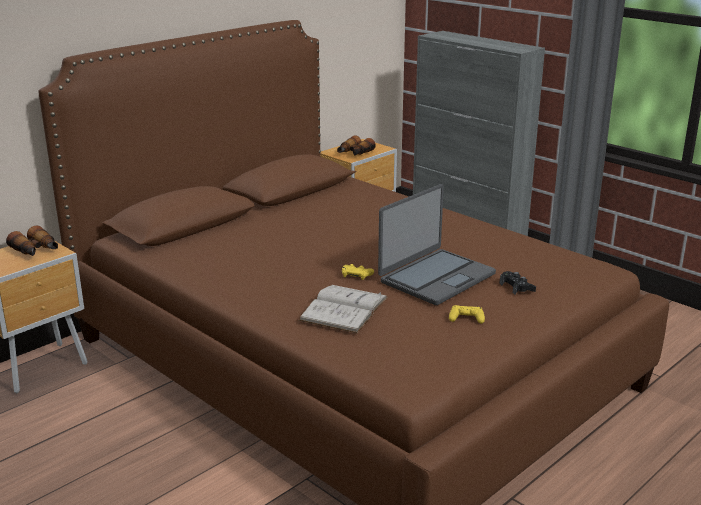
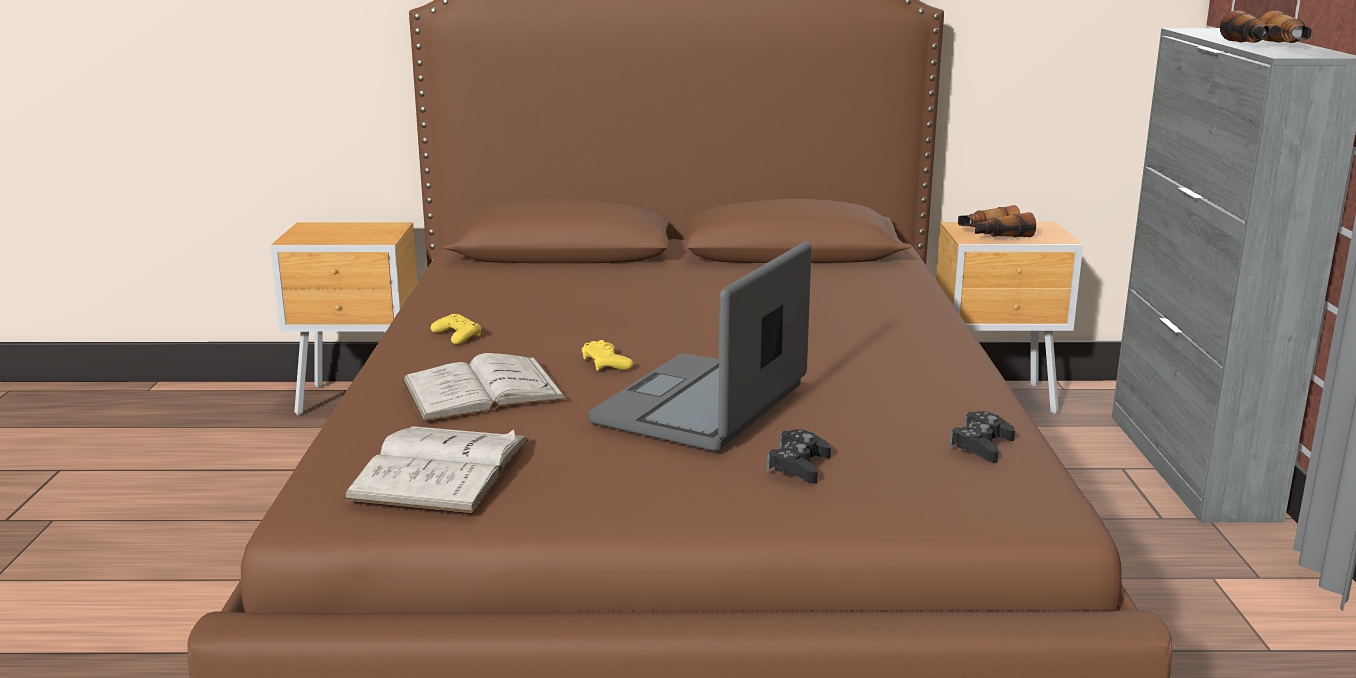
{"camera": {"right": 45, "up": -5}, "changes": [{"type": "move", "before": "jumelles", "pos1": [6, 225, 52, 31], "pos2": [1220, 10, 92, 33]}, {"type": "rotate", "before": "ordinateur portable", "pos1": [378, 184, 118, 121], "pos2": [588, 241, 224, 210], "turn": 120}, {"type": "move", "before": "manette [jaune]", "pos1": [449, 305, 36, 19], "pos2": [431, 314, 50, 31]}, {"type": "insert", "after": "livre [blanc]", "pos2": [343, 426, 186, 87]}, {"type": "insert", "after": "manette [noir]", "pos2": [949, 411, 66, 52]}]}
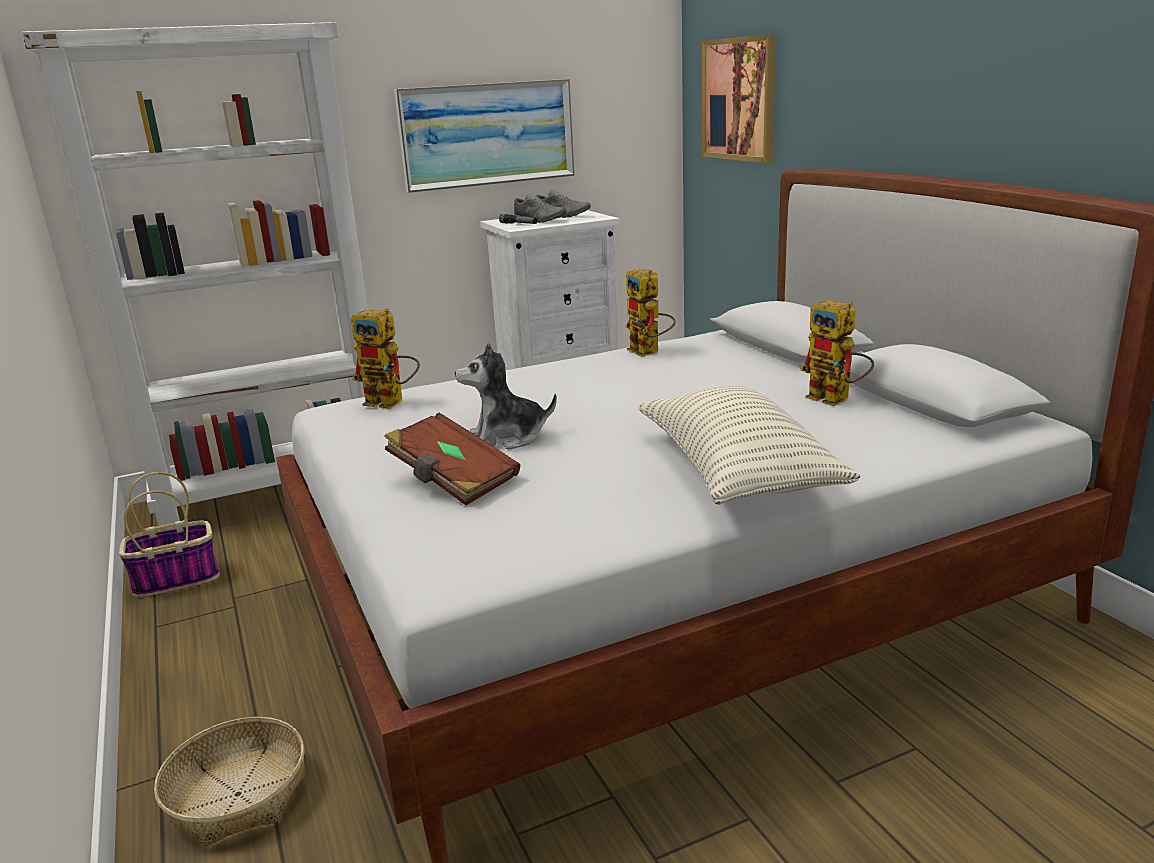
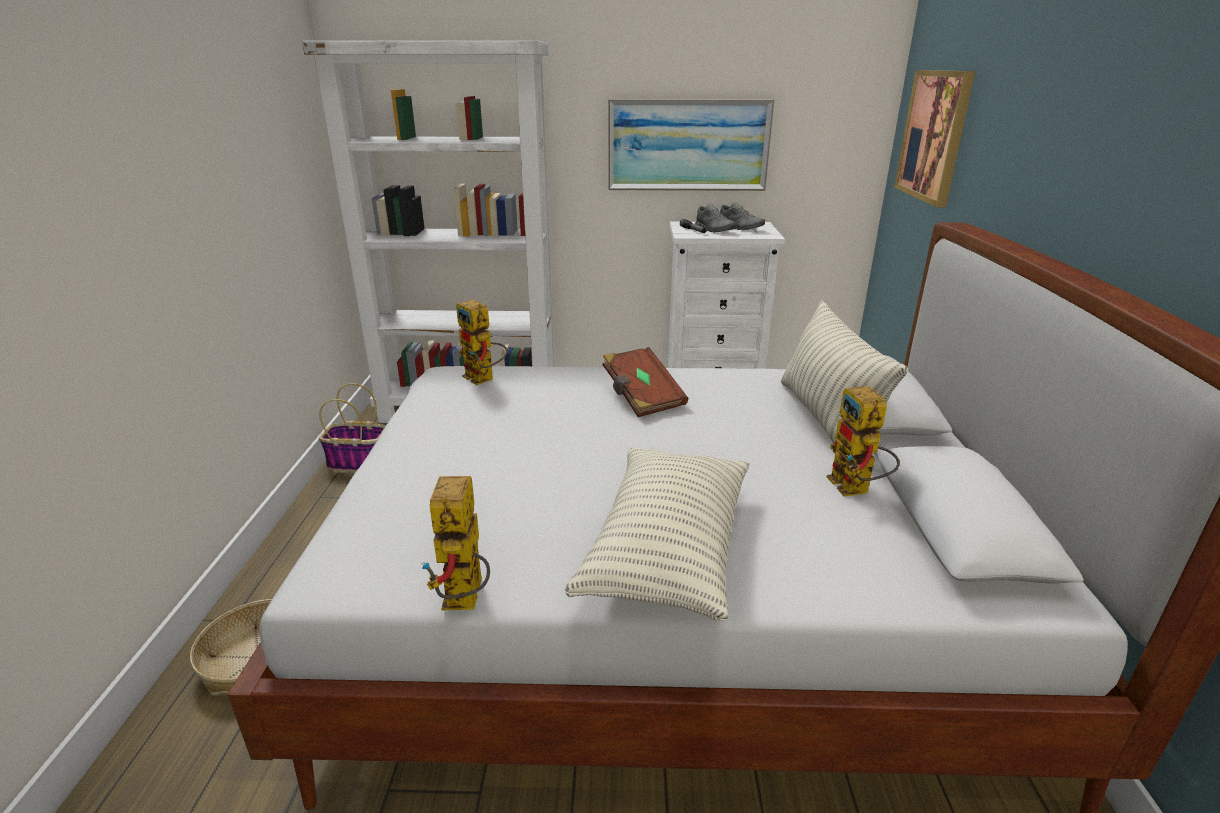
{"camera": {"right": 25, "up": 5}, "changes": [{"type": "move", "before": "livre [marron]", "pos1": [384, 413, 136, 92], "pos2": [603, 347, 85, 70]}, {"type": "delete", "before": "peluche", "pos1": [455, 343, 102, 107]}, {"type": "move", "before": "robot jouet", "pos1": [626, 269, 50, 88], "pos2": [421, 476, 69, 134]}, {"type": "insert", "after": "coussin", "pos2": [781, 301, 127, 143]}]}
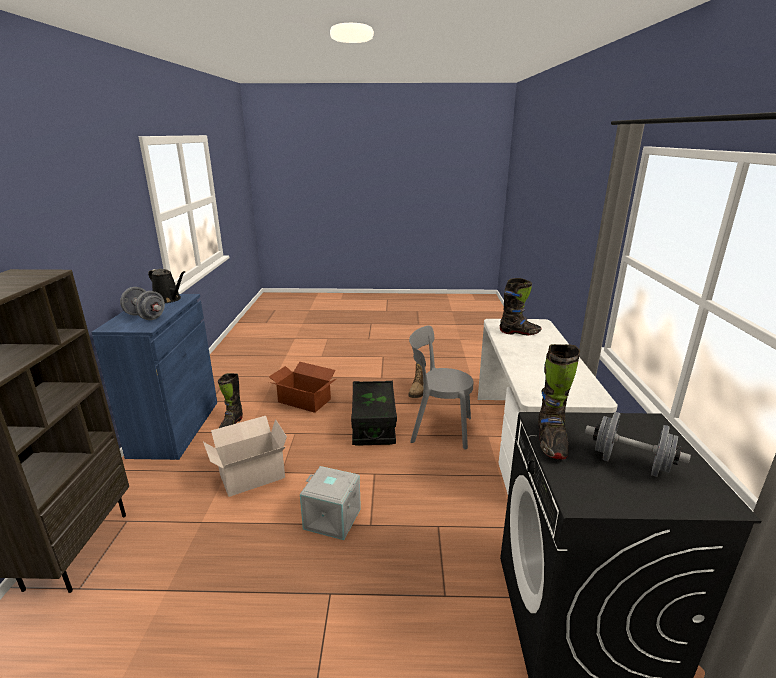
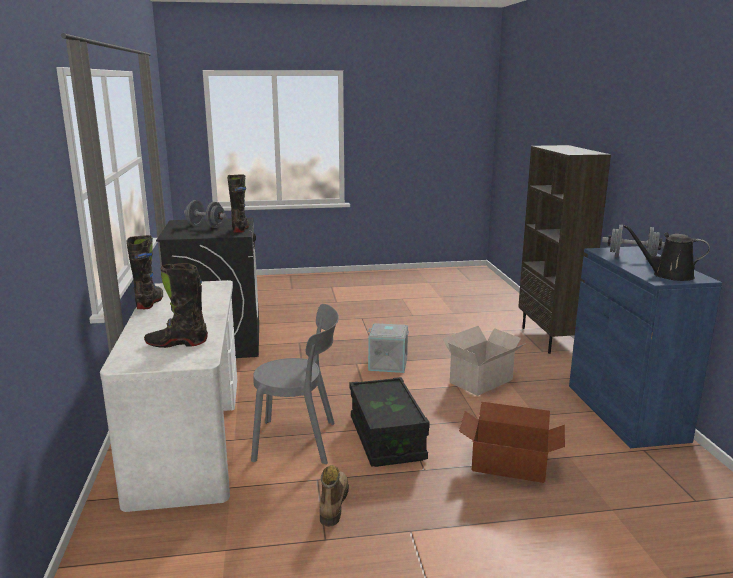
{"camera": {"right": 170, "up": -5}, "changes": [{"type": "move", "before": "botte [noir]", "pos1": [218, 373, 25, 55], "pos2": [126, 235, 37, 74]}]}
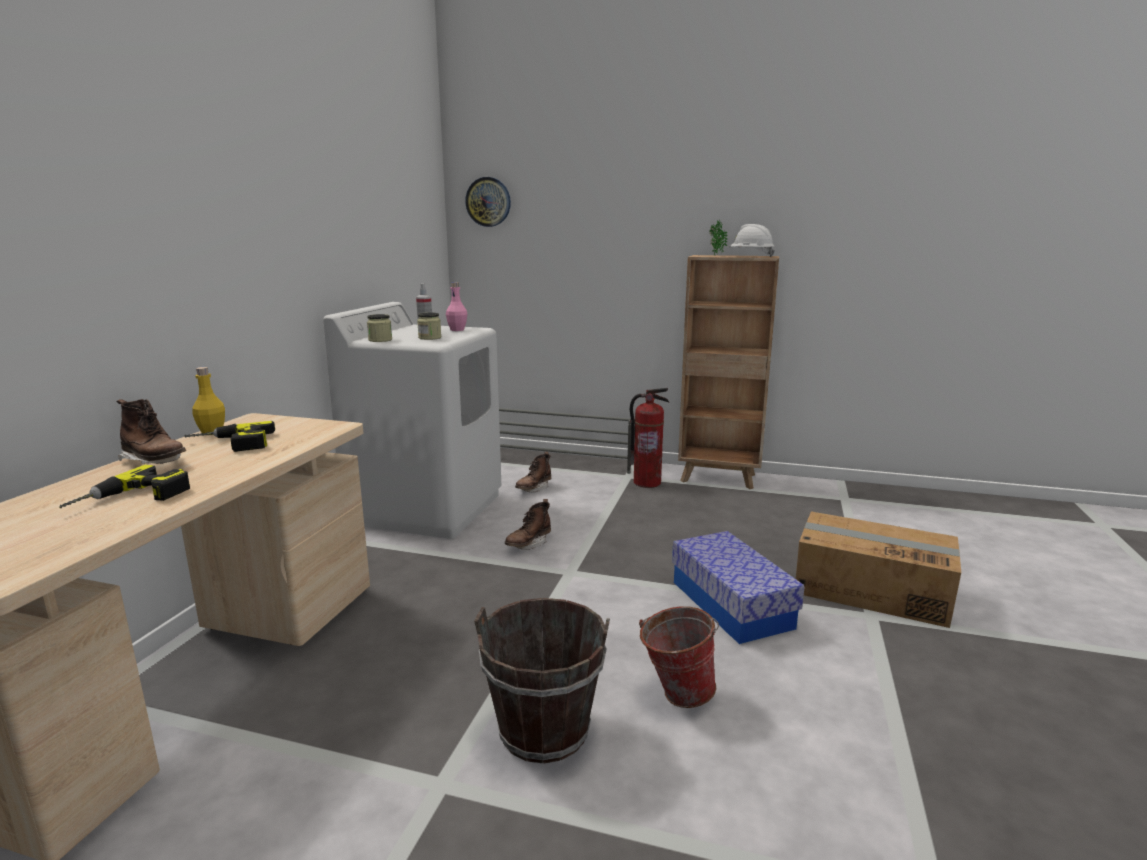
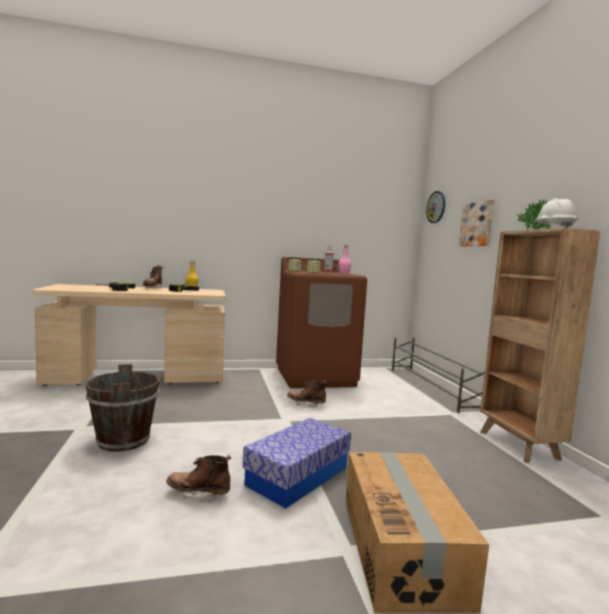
{"camera": {"right": 60, "up": -10}, "changes": [{"type": "recolor", "before": "lave-linge [blanc]", "after": "lave-linge [marron]", "pos1": [323, 302, 178, 237], "pos2": [276, 257, 91, 131]}, {"type": "move", "before": "botte [marron]", "pos1": [515, 452, 36, 40], "pos2": [166, 455, 65, 48]}, {"type": "delete", "before": "extincteur", "pos1": [629, 388, 40, 100]}, {"type": "delete", "before": "seau", "pos1": [639, 606, 80, 102]}, {"type": "insert", "after": "tableau", "pos2": [459, 200, 35, 46]}]}
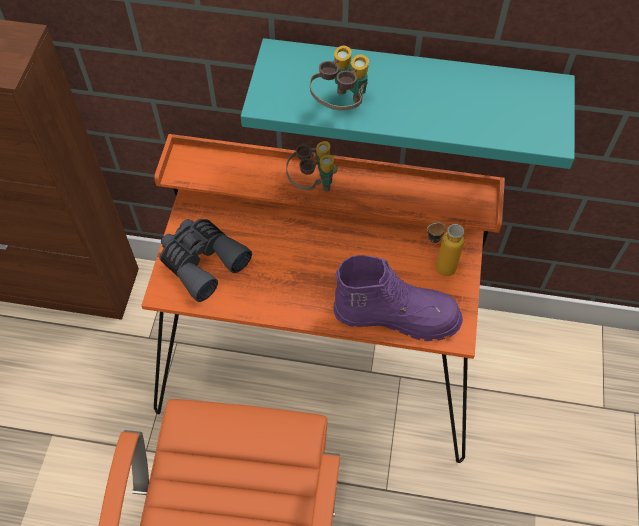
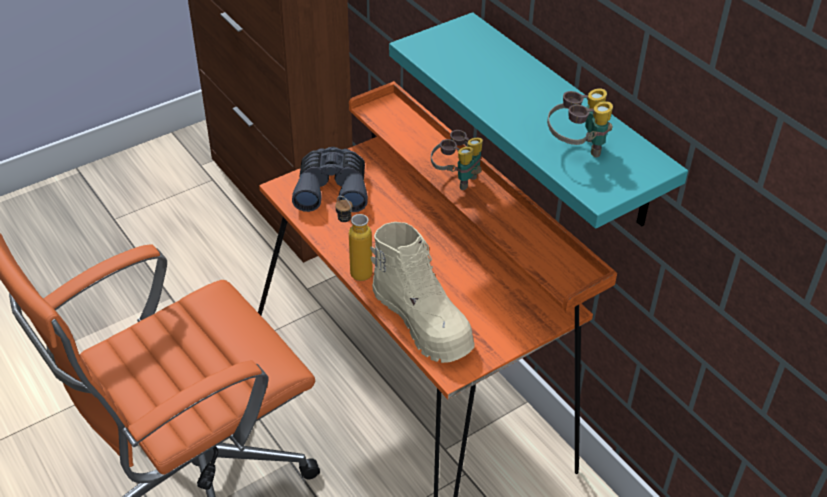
{"camera": {"right": 45, "up": -15}, "changes": [{"type": "move", "before": "jumelles", "pos1": [310, 46, 59, 65], "pos2": [547, 88, 66, 69]}, {"type": "recolor", "before": "botte [violet]", "after": "botte [beige]", "pos1": [333, 255, 130, 86], "pos2": [370, 222, 105, 141]}, {"type": "move", "before": "bouteille", "pos1": [427, 222, 37, 54], "pos2": [335, 196, 38, 85]}]}
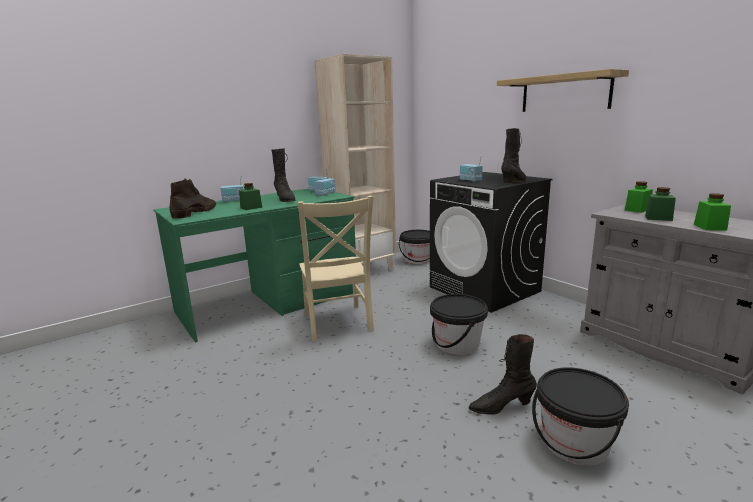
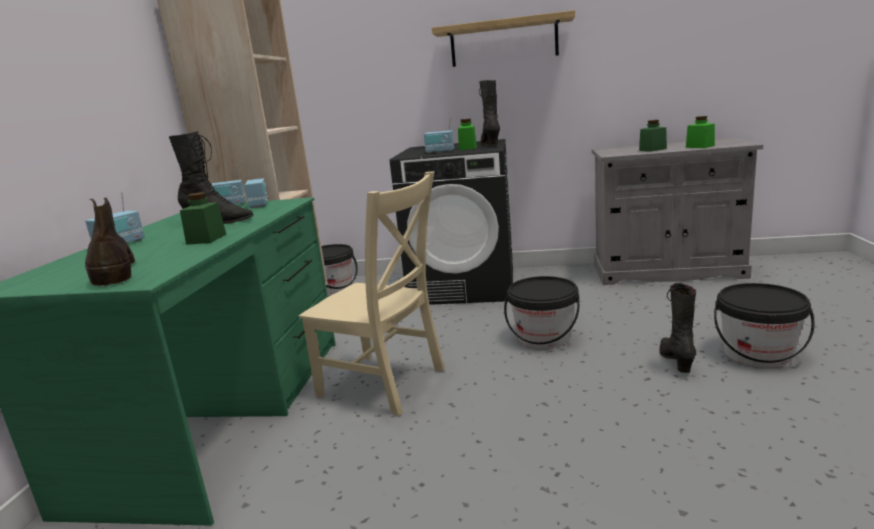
{"camera": {"right": -45, "up": 0}, "changes": [{"type": "rotate", "before": "botte [noir]", "pos1": [468, 334, 69, 81], "pos2": [660, 283, 36, 90], "turn": 150}, {"type": "move", "before": "bocal [vert]", "pos1": [625, 181, 28, 32], "pos2": [458, 119, 19, 31]}]}
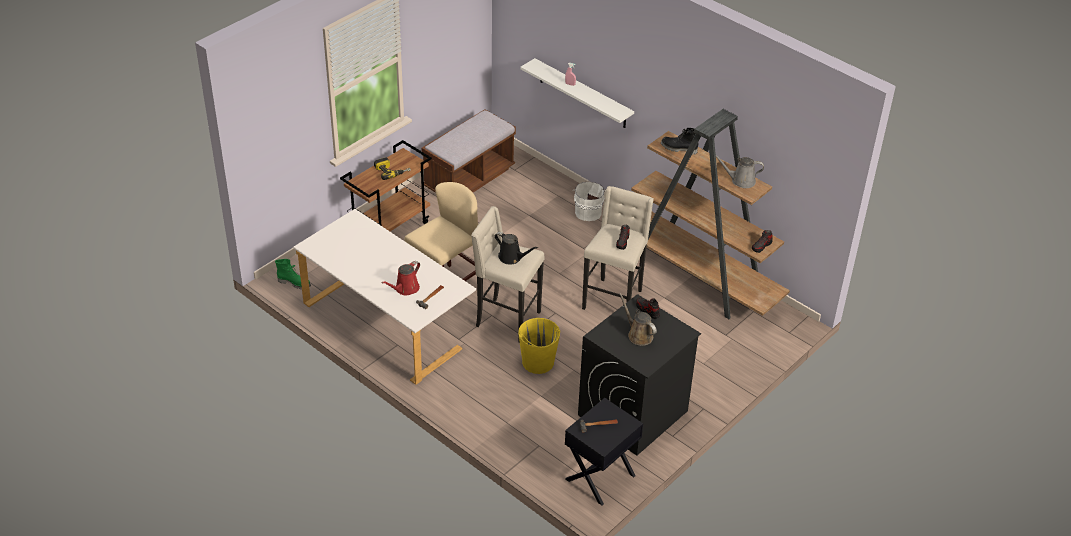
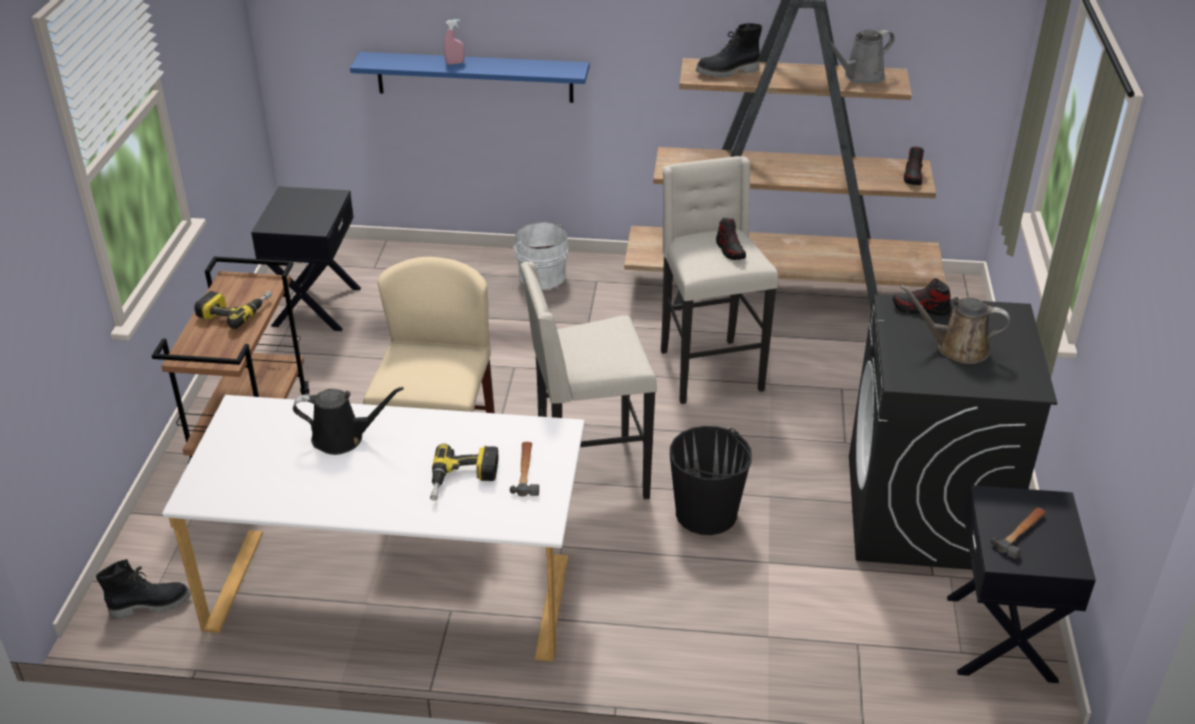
{"camera": {"right": -35, "up": -5}, "changes": [{"type": "recolor", "before": "botte [vert]", "after": "botte [noir]", "pos1": [275, 259, 36, 30], "pos2": [96, 559, 95, 60]}, {"type": "replace", "before": "arrosoir [rouge]", "after": "perceuse", "pos1": [381, 261, 39, 35], "pos2": [430, 443, 68, 58]}, {"type": "replace", "before": "banc [marron]", "after": "table de chevet [noir]", "pos1": [421, 109, 95, 84], "pos2": [251, 187, 110, 144]}, {"type": "move", "before": "arrosoir [noir]", "pos1": [495, 232, 43, 33], "pos2": [293, 387, 111, 68]}, {"type": "recolor", "before": "seau [jaune]", "after": "seau [noir]", "pos1": [518, 318, 42, 56], "pos2": [670, 426, 82, 109]}, {"type": "recolor", "before": "étagère [blanc]", "after": "étagère [bleu]", "pos1": [520, 58, 114, 70], "pos2": [350, 52, 239, 51]}]}
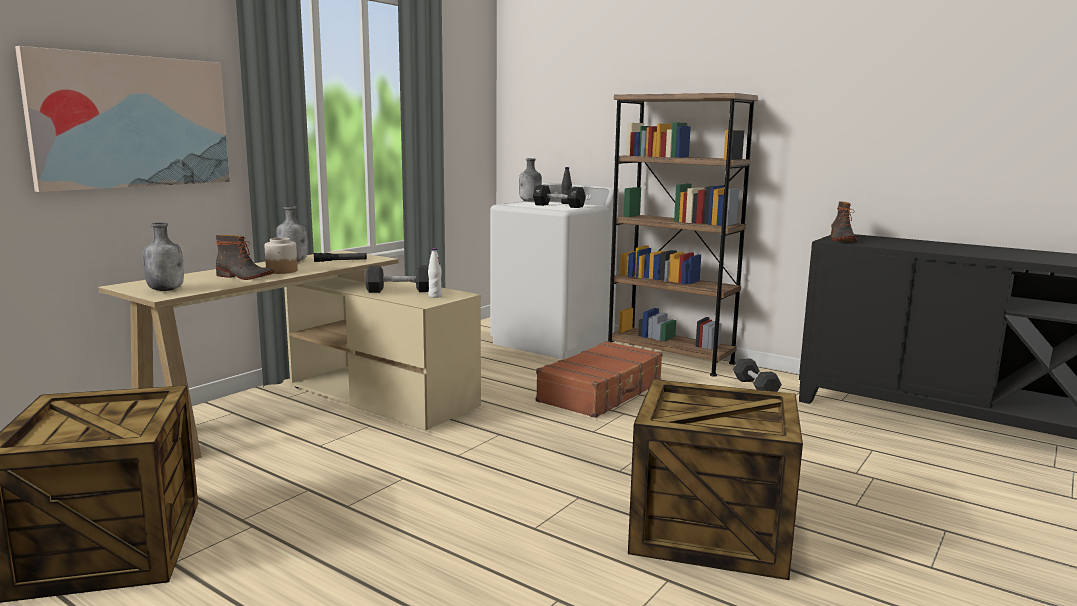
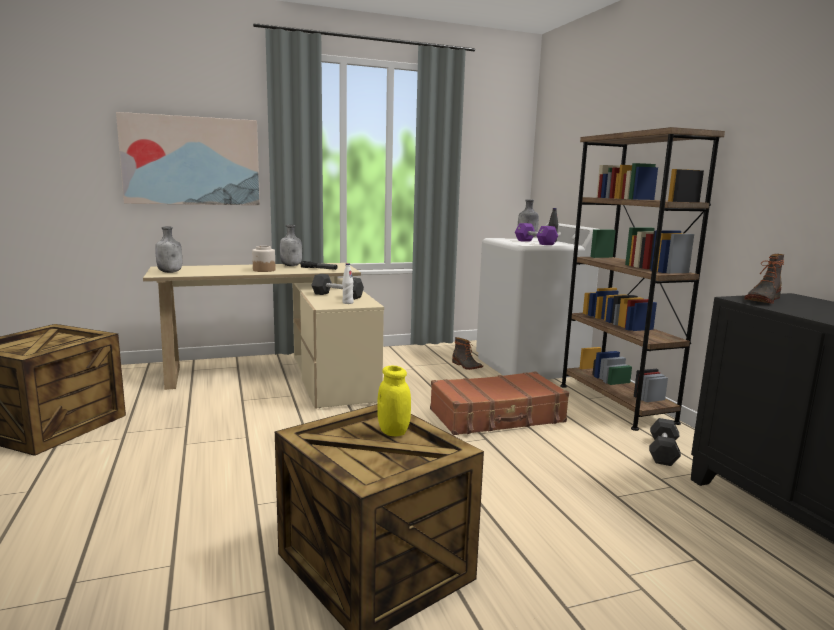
{"camera": {"right": 35, "up": 0}, "changes": [{"type": "move", "before": "botte", "pos1": [216, 235, 58, 45], "pos2": [452, 337, 31, 33]}, {"type": "recolor", "before": "haltère [noir]", "after": "haltère [violet]", "pos1": [533, 185, 53, 23], "pos2": [515, 223, 43, 22]}, {"type": "insert", "after": "bocal [jaune]", "pos2": [377, 366, 34, 70]}]}
